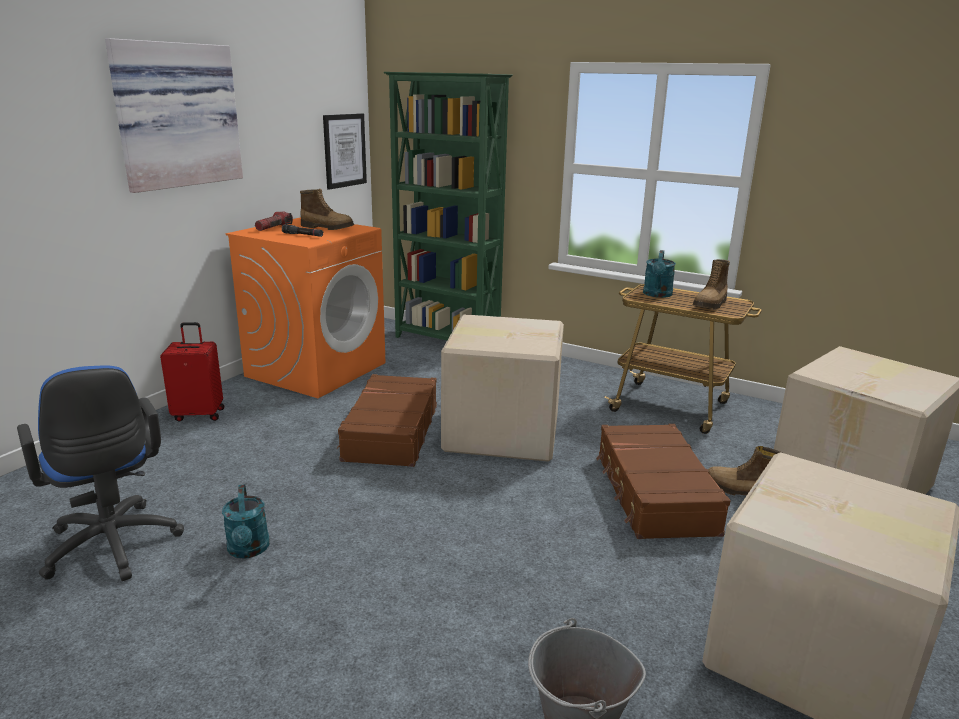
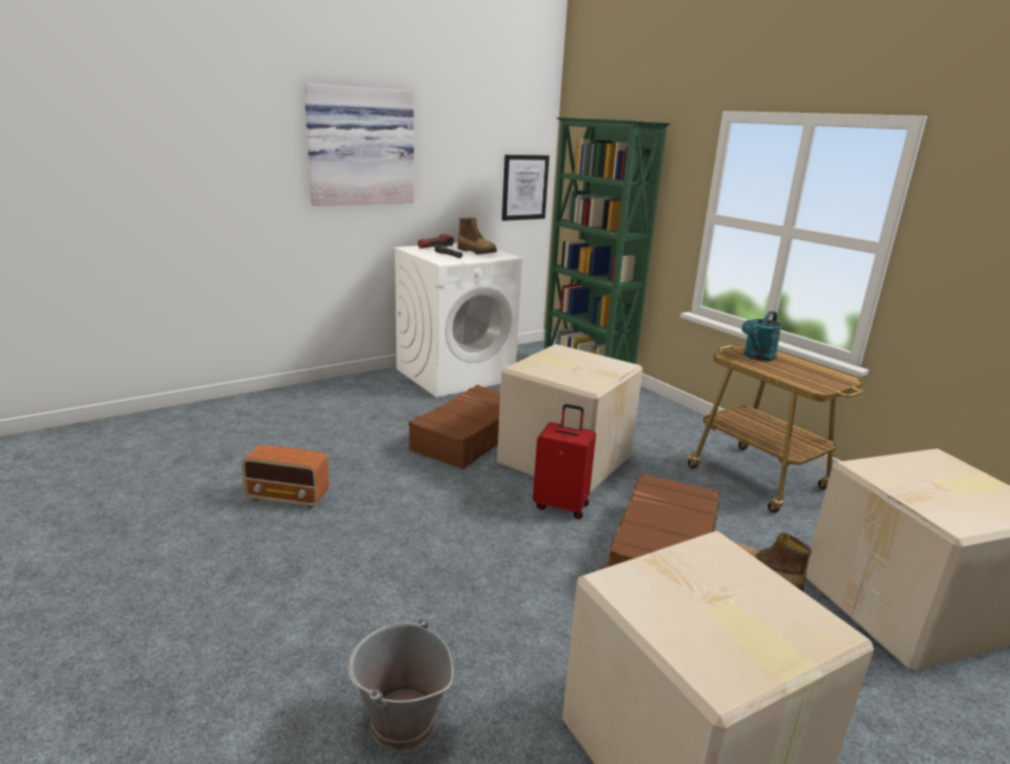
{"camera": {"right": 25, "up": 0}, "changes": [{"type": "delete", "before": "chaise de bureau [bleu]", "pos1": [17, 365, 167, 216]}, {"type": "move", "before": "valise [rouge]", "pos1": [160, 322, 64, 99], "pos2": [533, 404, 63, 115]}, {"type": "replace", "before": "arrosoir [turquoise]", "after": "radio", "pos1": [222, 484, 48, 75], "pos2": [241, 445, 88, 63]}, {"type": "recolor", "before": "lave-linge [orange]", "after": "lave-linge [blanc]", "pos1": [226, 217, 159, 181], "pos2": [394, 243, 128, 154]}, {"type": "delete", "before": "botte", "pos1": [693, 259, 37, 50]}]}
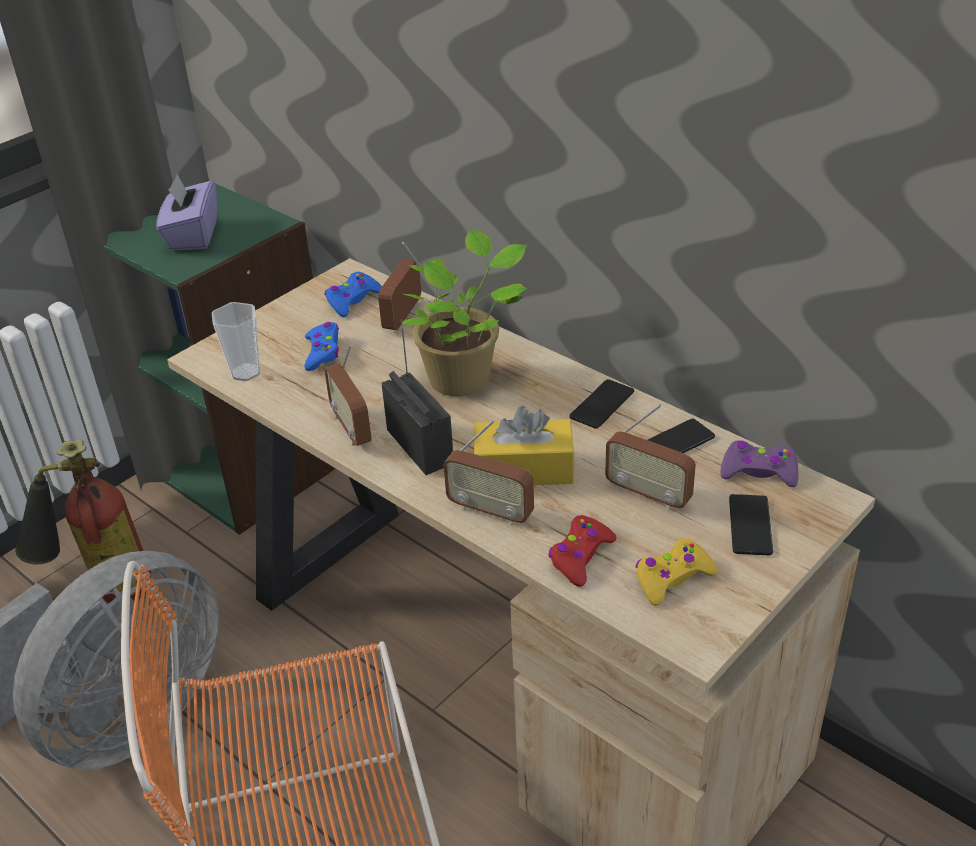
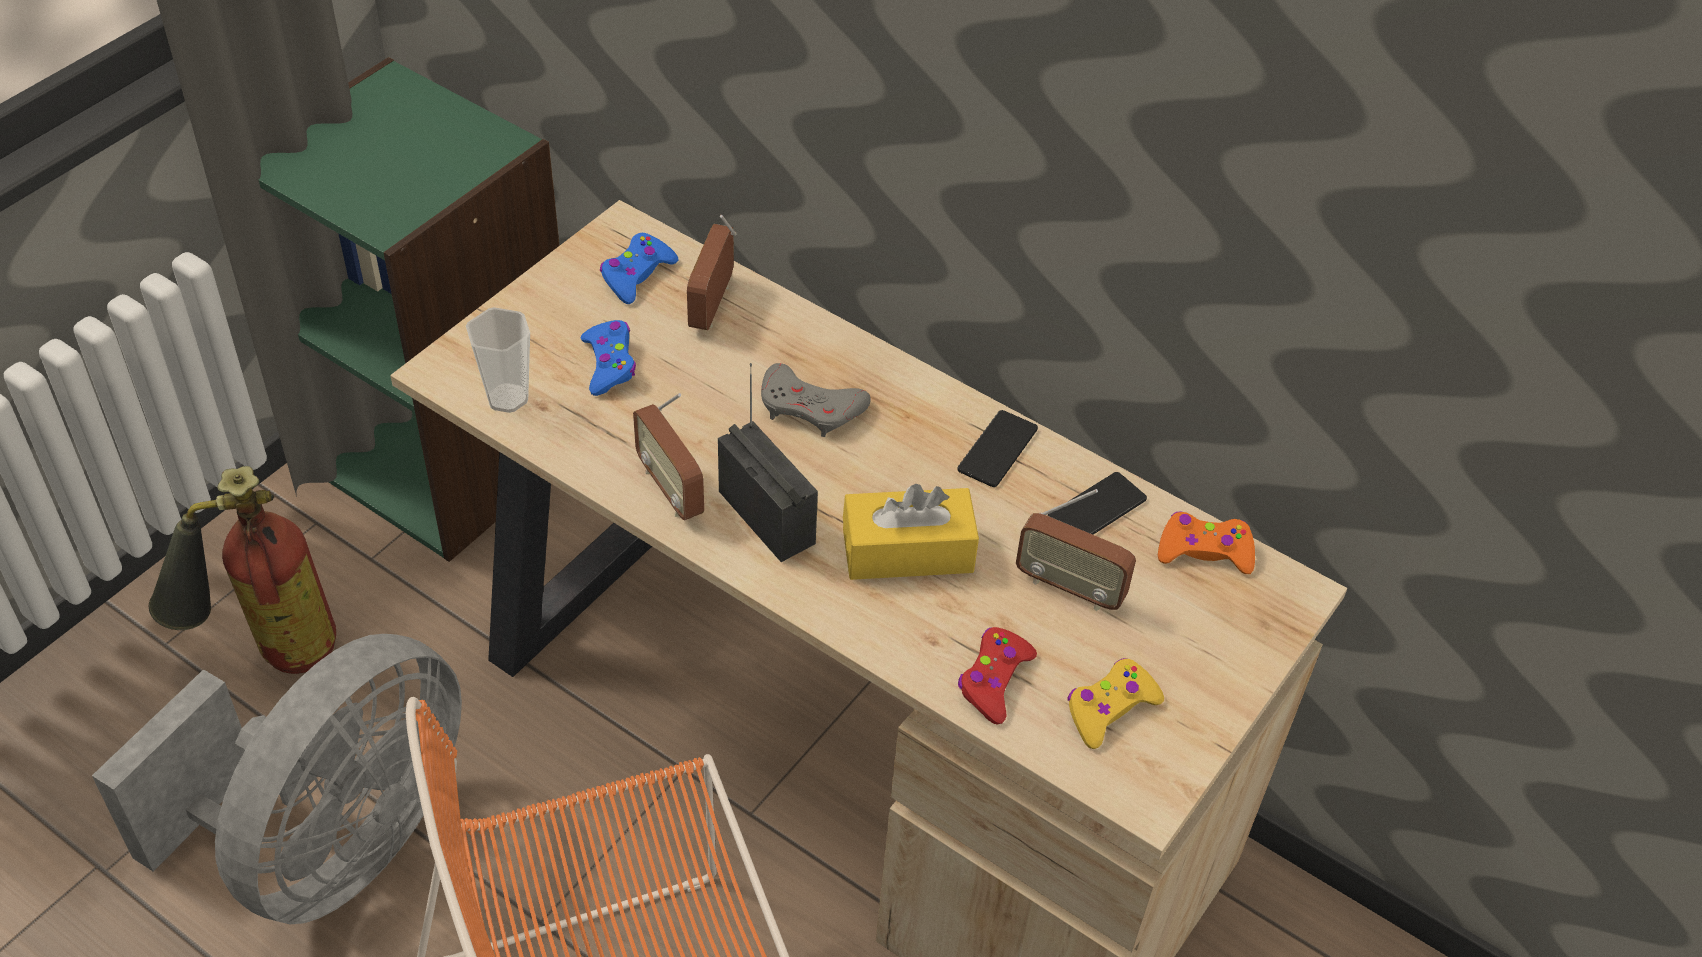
{"camera": {"right": -10, "up": 10}, "changes": [{"type": "delete", "before": "boîte à mouchoirs [violet]", "pos1": [156, 174, 61, 77]}, {"type": "replace", "before": "plante en pot", "after": "manette [gris]", "pos1": [402, 229, 125, 167], "pos2": [761, 363, 110, 74]}, {"type": "delete", "before": "radio", "pos1": [444, 420, 90, 106]}, {"type": "recolor", "before": "manette [violet]", "after": "manette [orange]", "pos1": [720, 440, 79, 47], "pos2": [1158, 511, 97, 63]}, {"type": "delete", "before": "téléphone", "pos1": [729, 494, 44, 61]}]}
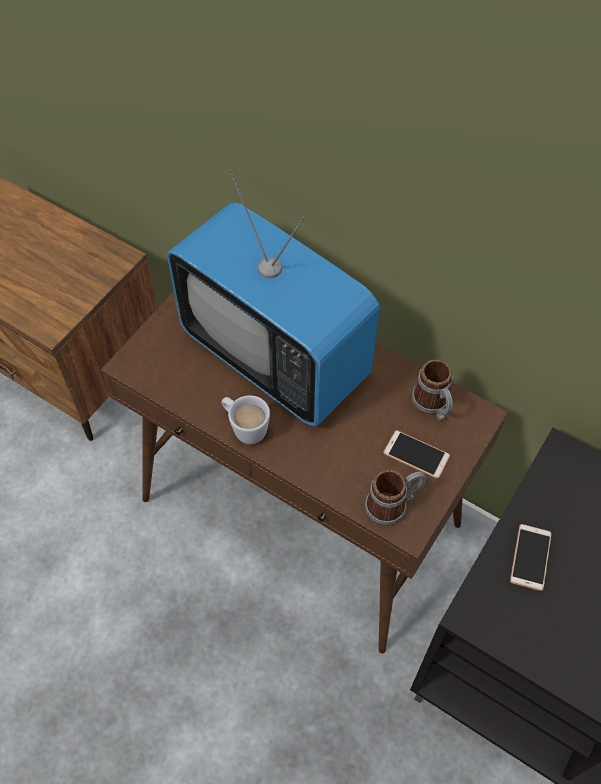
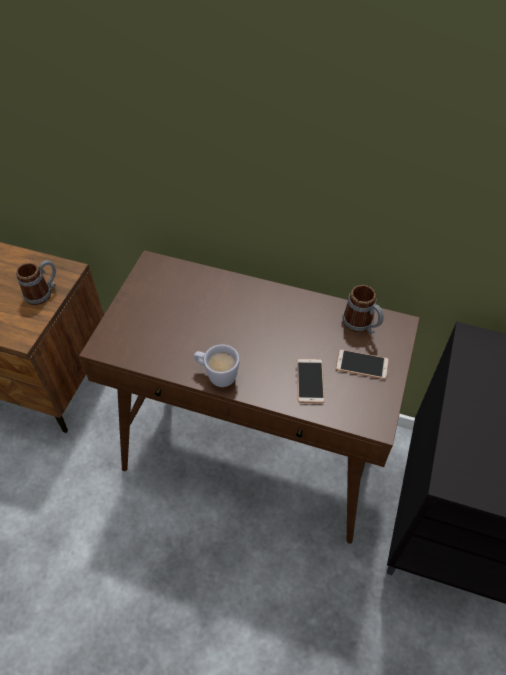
{"camera": {"right": -15, "up": -5}, "changes": [{"type": "delete", "before": "téléviseur", "pos1": [167, 170, 213, 256]}, {"type": "move", "before": "mug", "pos1": [365, 470, 61, 56], "pos2": [16, 260, 40, 45]}, {"type": "move", "before": "téléphone", "pos1": [510, 524, 42, 67], "pos2": [297, 359, 28, 44]}]}
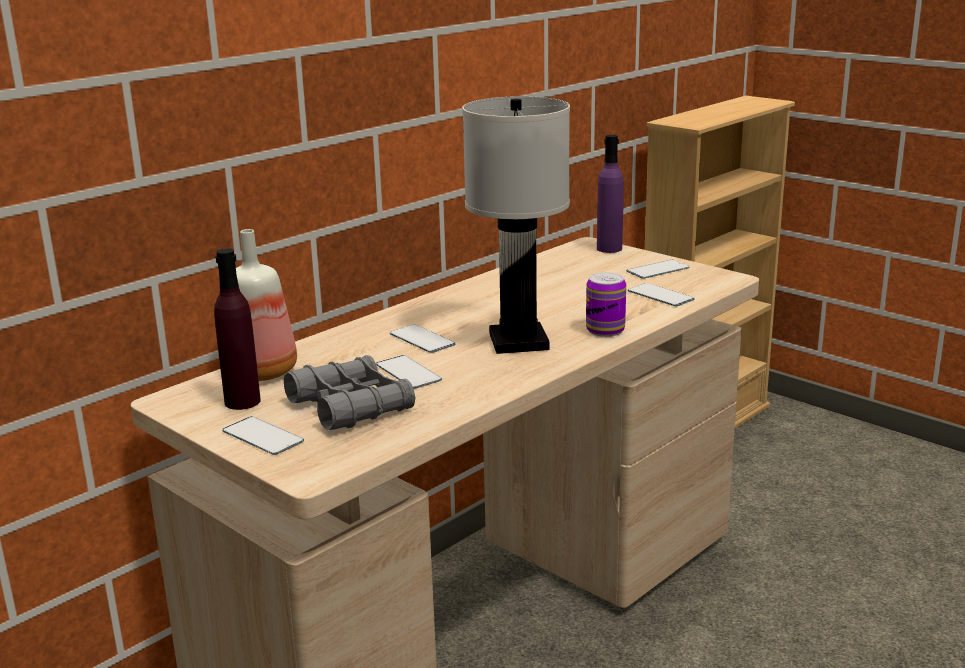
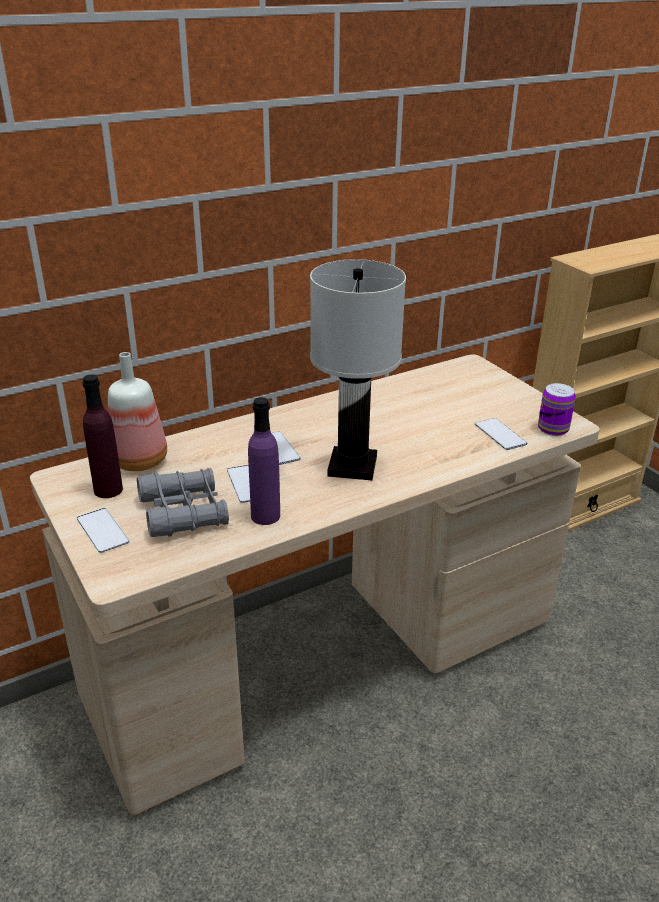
{"camera": {"right": 15, "up": 10}, "changes": [{"type": "move", "before": "boîte métallique", "pos1": [586, 272, 40, 65], "pos2": [538, 383, 38, 53]}, {"type": "move", "before": "bouteille [violet]", "pos1": [597, 135, 27, 118], "pos2": [248, 397, 32, 128]}, {"type": "delete", "before": "téléphone", "pos1": [626, 260, 64, 19]}]}
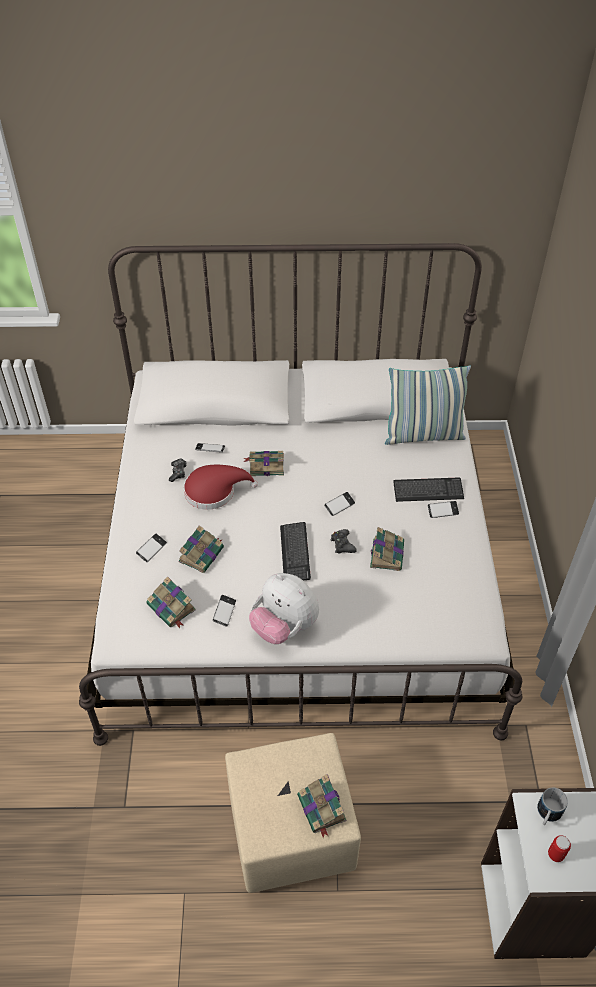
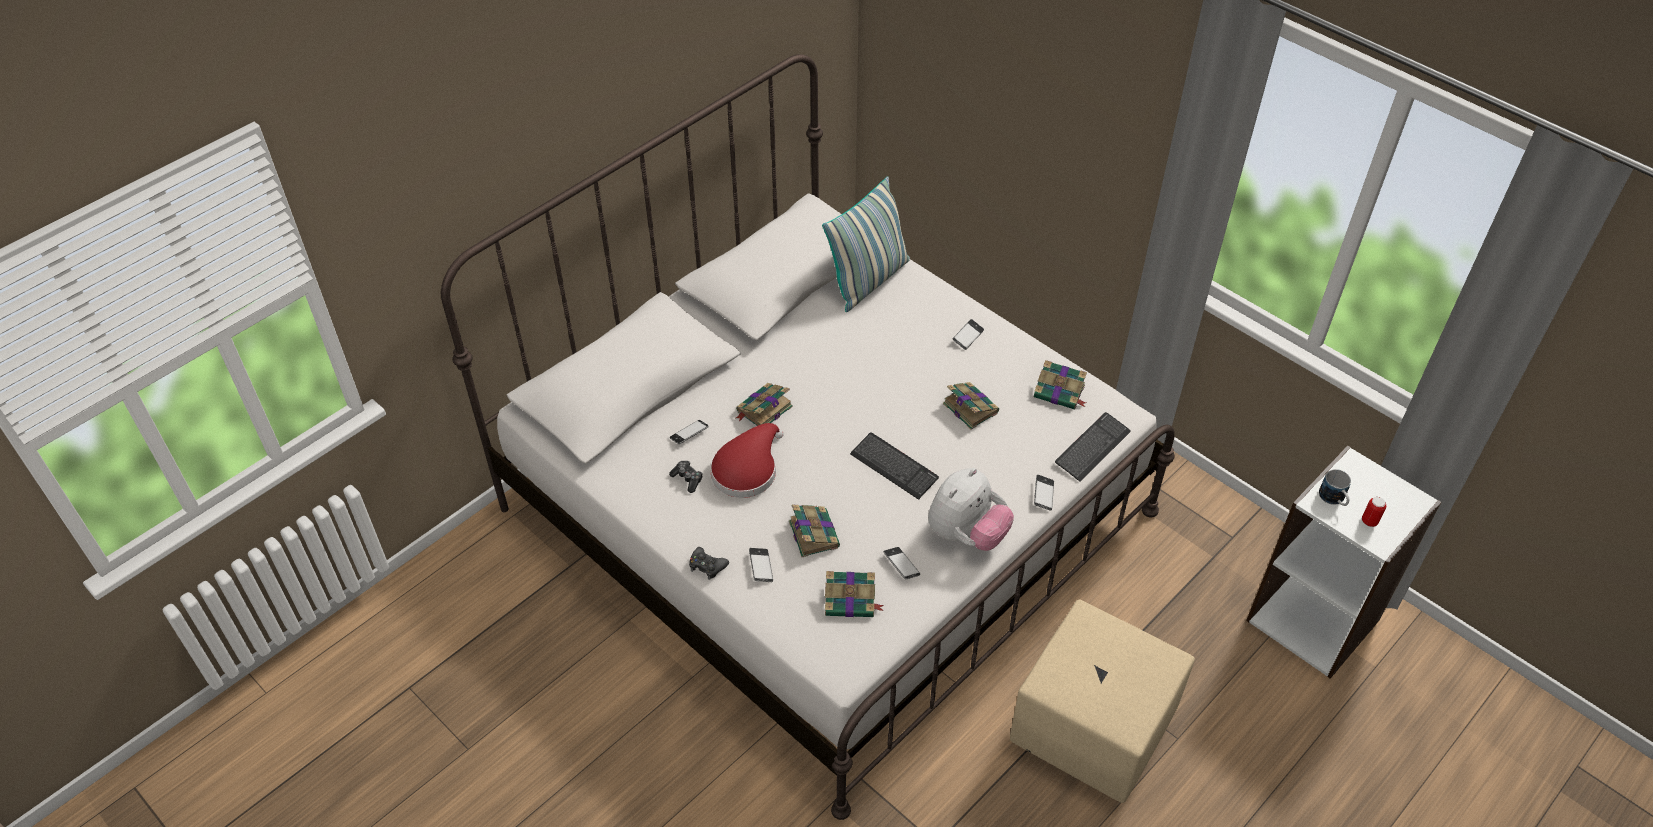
{"camera": {"right": -45, "up": 0}, "changes": [{"type": "rotate", "before": "peluche", "pos1": [249, 573, 70, 71], "pos2": [928, 468, 86, 83], "turn": -45}, {"type": "move", "before": "livre", "pos1": [297, 774, 50, 64], "pos2": [1034, 360, 53, 49]}, {"type": "move", "before": "téléphone", "pos1": [324, 492, 31, 24], "pos2": [1034, 475, 20, 36]}, {"type": "move", "before": "manette [noir]", "pos1": [330, 529, 27, 24], "pos2": [689, 547, 40, 33]}, {"type": "move", "before": "clavier", "pos1": [393, 477, 71, 25], "pos2": [1055, 412, 76, 70]}]}
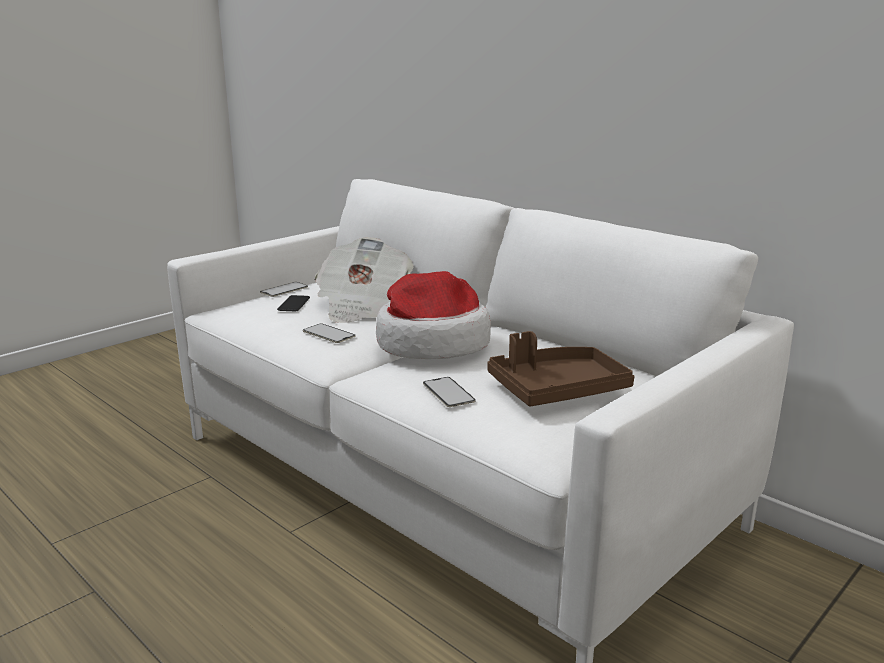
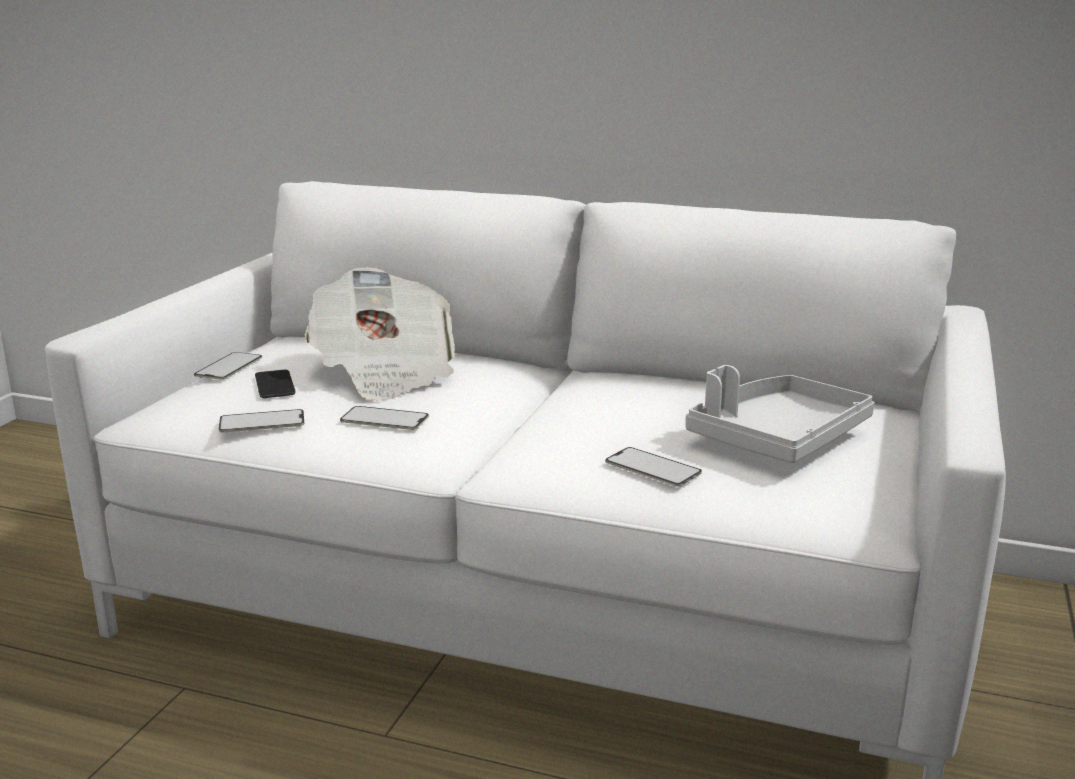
{"camera": {"right": -25, "up": 0}, "changes": [{"type": "delete", "before": "chapeau", "pos1": [376, 271, 115, 88]}, {"type": "recolor", "before": "plateau [marron]", "after": "plateau [gris]", "pos1": [487, 331, 147, 75], "pos2": [686, 365, 189, 98]}, {"type": "insert", "after": "téléphone", "pos2": [219, 409, 85, 24]}]}
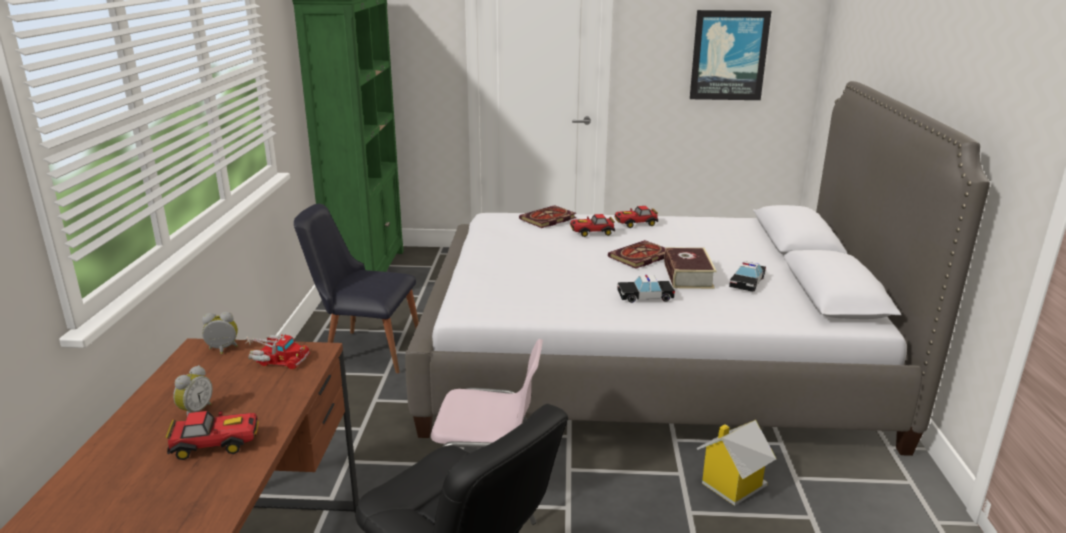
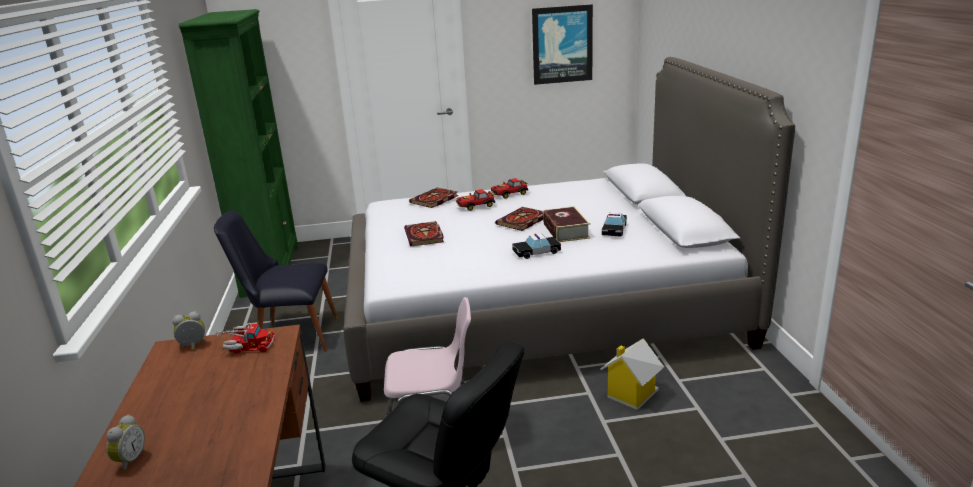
{"camera": {"right": -10, "up": 0}, "changes": [{"type": "delete", "before": "petite voiture", "pos1": [165, 411, 94, 49]}, {"type": "move", "before": "réveil", "pos1": [173, 365, 40, 51], "pos2": [106, 415, 39, 57]}, {"type": "insert", "after": "livre", "pos2": [404, 221, 40, 25]}]}
